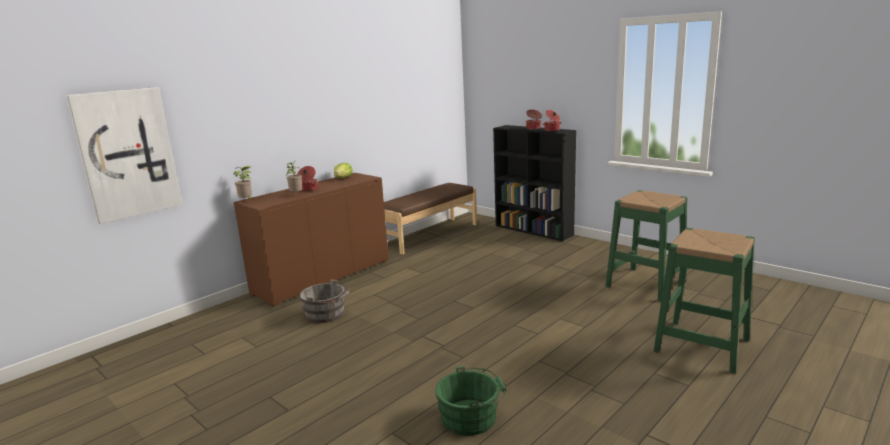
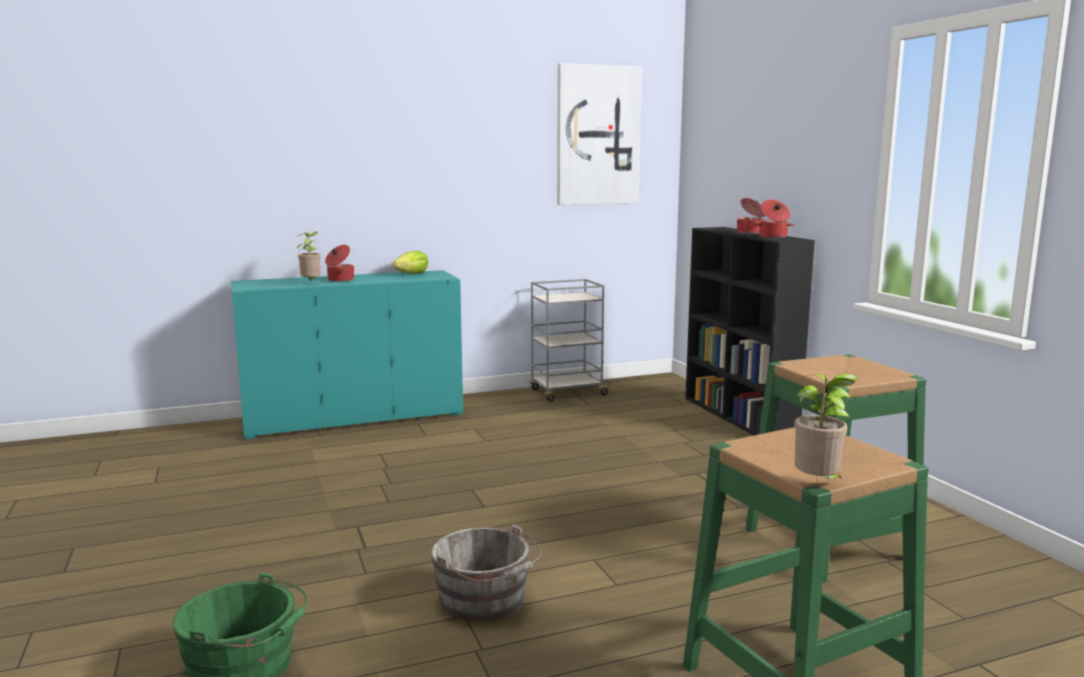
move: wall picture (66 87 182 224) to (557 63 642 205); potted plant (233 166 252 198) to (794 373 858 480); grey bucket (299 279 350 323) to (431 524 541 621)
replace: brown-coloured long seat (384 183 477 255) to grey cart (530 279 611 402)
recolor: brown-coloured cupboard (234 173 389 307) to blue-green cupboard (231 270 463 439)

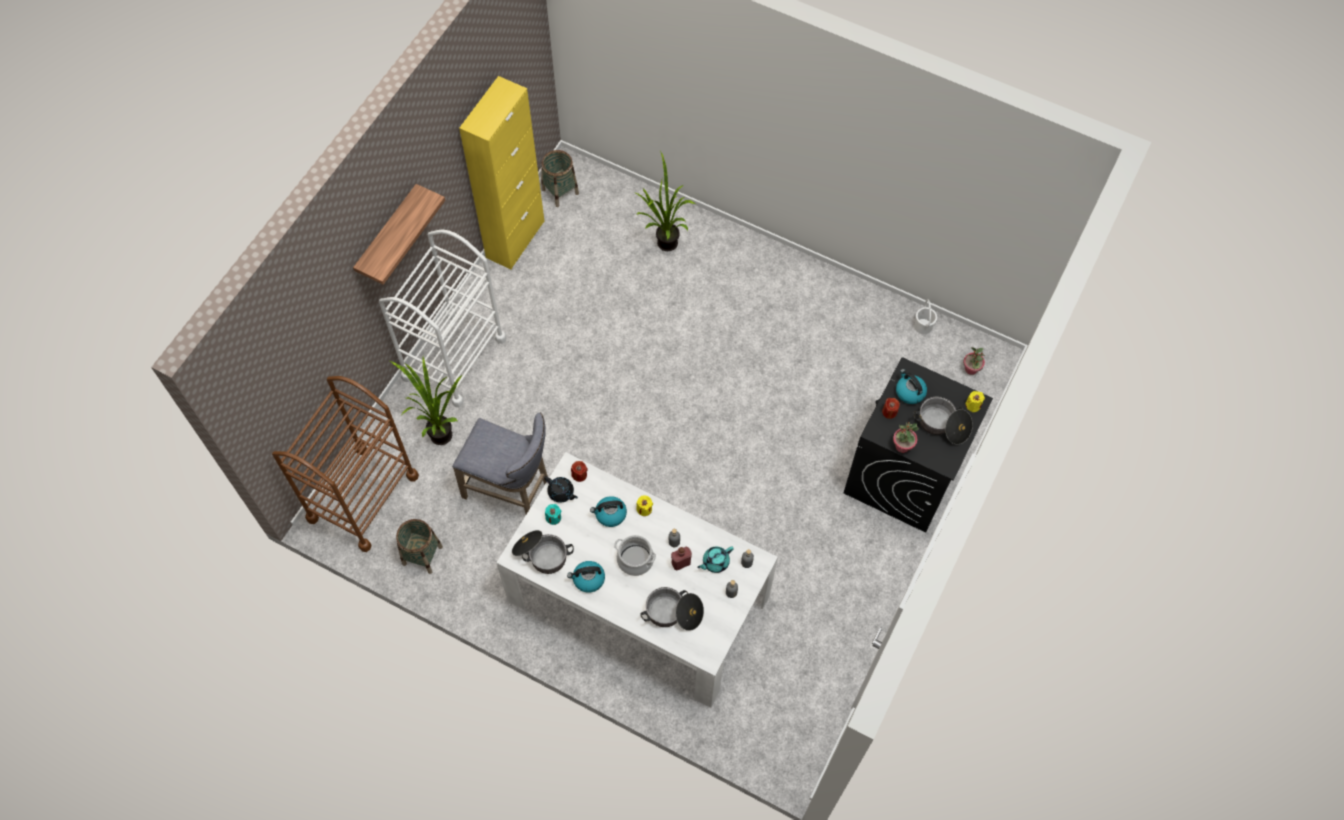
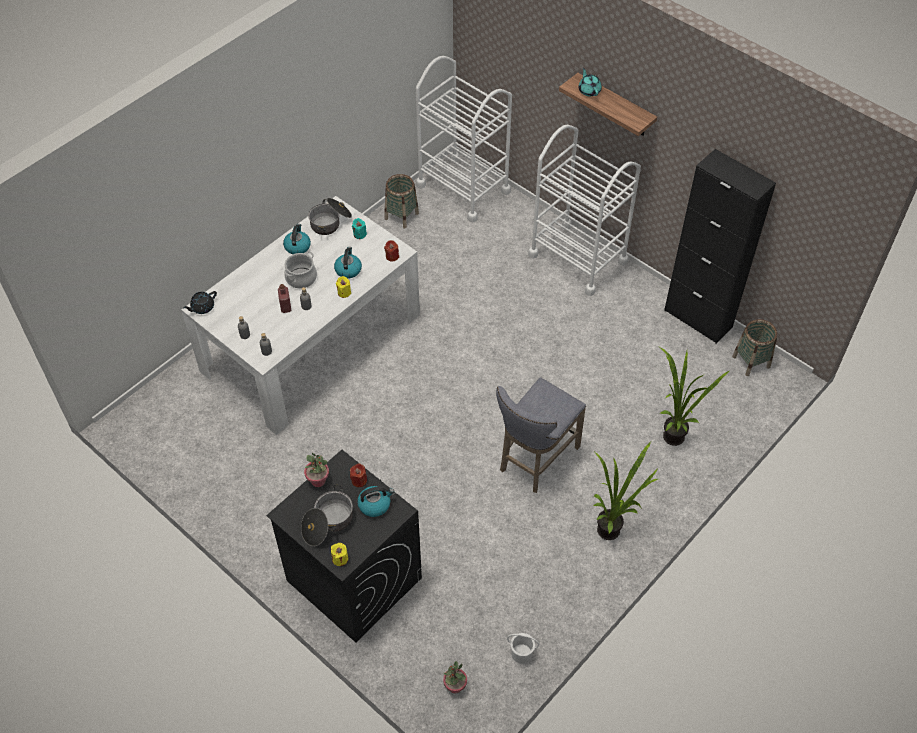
delete: stockpot (641 587 704 631)
move: potted plant (390 357 462 445) to (593 441 659 540); grey stool (452 413 548 514) to (496 378 586 493); black-coloured tea pot (544 476 578 503) to (183 291 217 314); blue-green tea pot (697 546 734 573) to (579 68 602 96)
recolor: yellowish cupboard (459 76 545 269) to black-coloured cupboard (664 149 776 344); brown-coloured cart (272 376 419 552) to whitish cart (416 56 512 223)

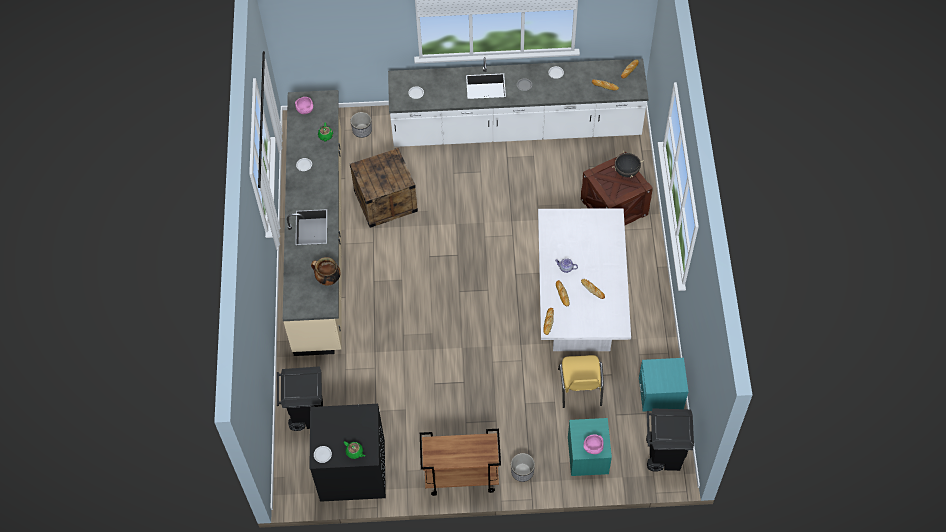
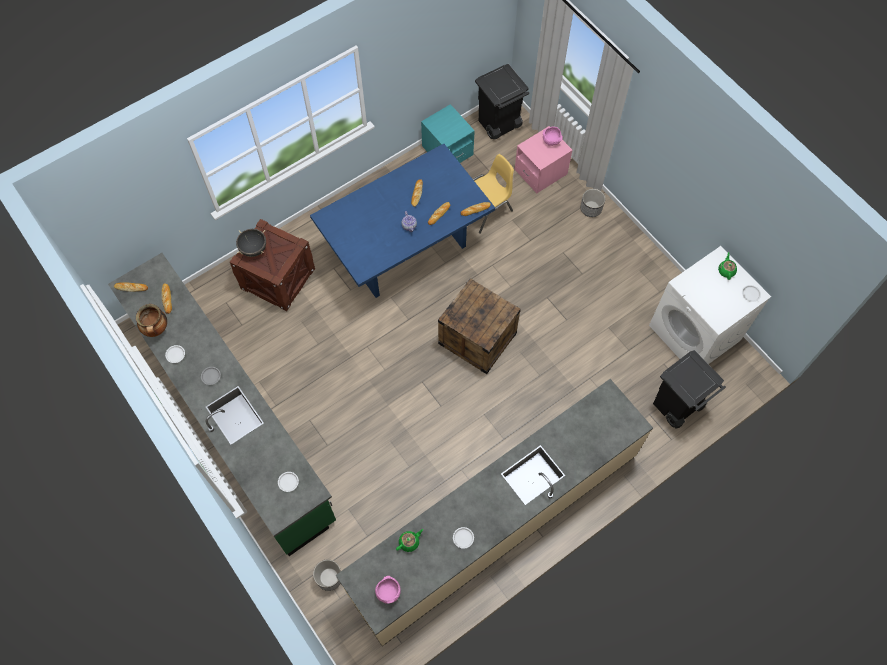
delete: brown-coloured cart (420 429 501 496)
move: shipping crate (350 148 418 228) to (438 278 521 374); stockpot (311 257 340 285) to (136 304 167 337)
recolor: whitish counter (388 57 649 147) to greenish counter (108 253 336 556); whitish kitchen table (538 208 631 351) to blue-coloured kitchen table (310 144 495 298); black-coloured laundry appliance (309 404 386 502) to whitish laundry appliance (649 246 771 364); blue-green bedside table (568 418 612 476) to pink bedside table (515 126 572 194)

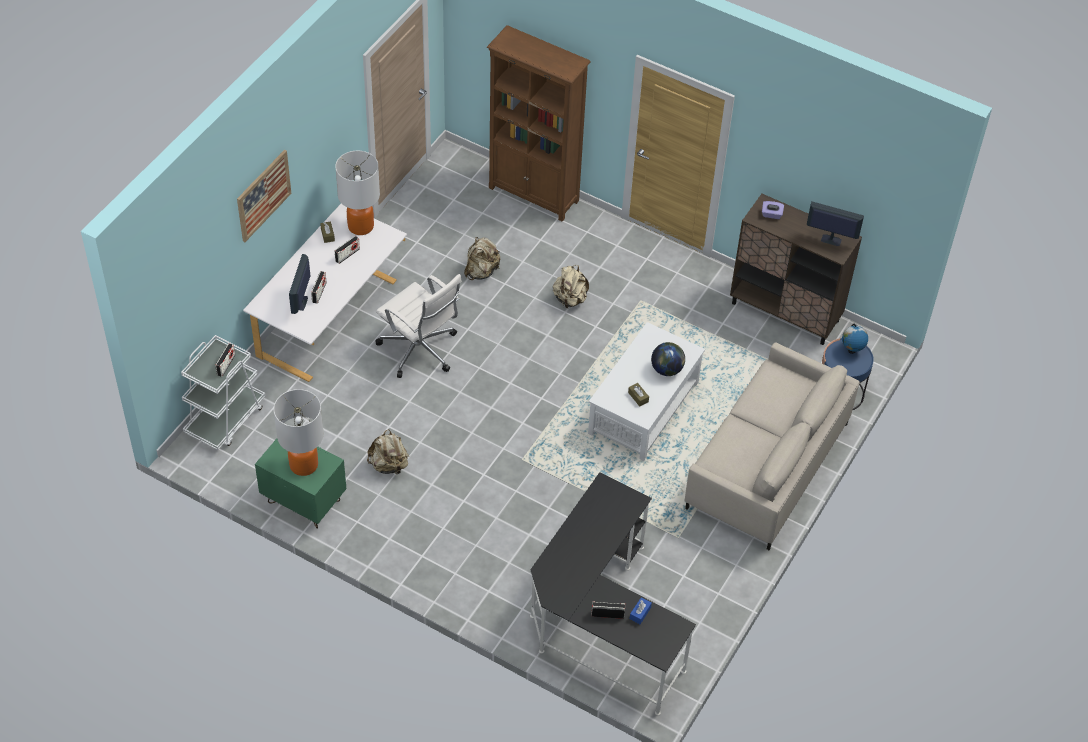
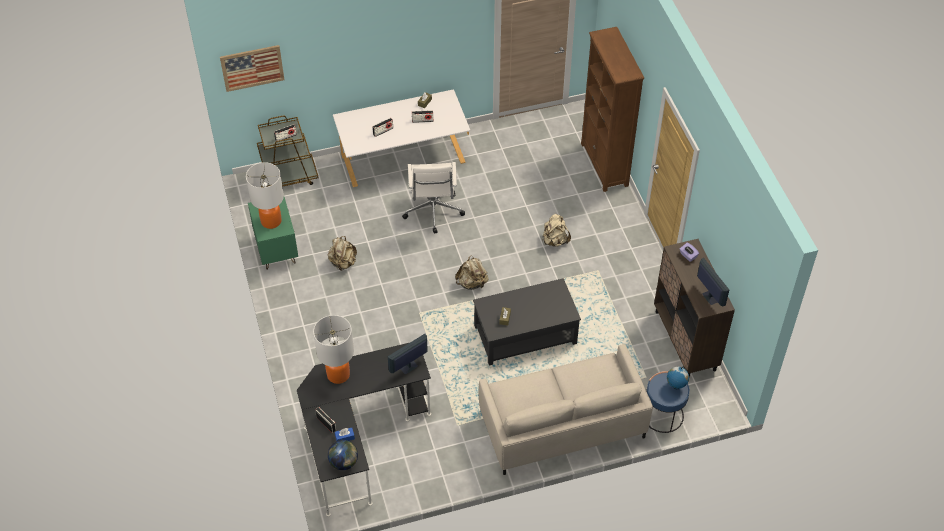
move: wall picture (237 150 291 242) to (220 45 284 92); tabletop lamp (335 151 380 235) to (313 315 354 384); beige-coloured knapsack (464 237 500 280) to (455 255 489 290); computer screen (289 254 310 314) to (388 334 428 374); world globe (651 342 685 376) to (328 440 358 470)
recolor: whitish coffee table (588 322 705 461) to black-coloured coffee table (473 278 581 365); whitish cart (181 335 265 450) to brown-coloured cart (257 115 319 187)

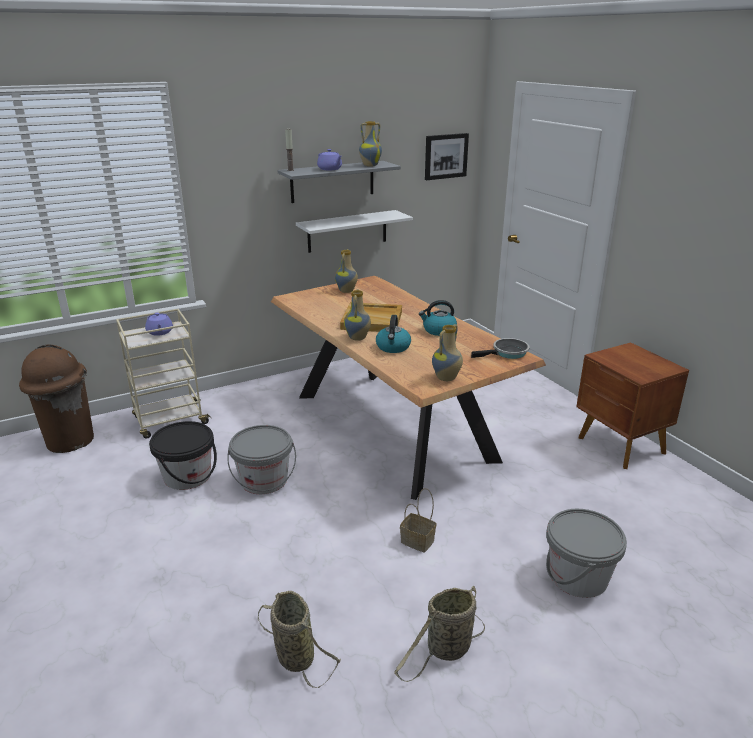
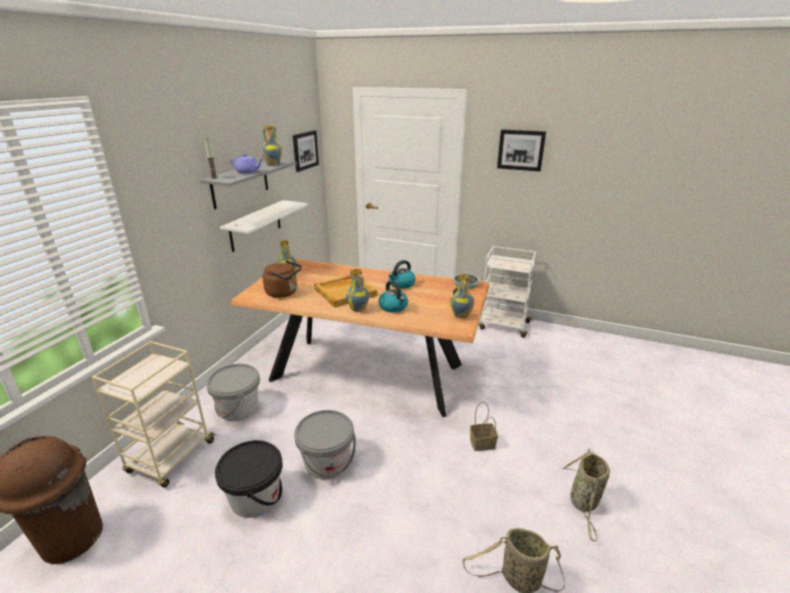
delete: purple tea pot (145 312 173 336)
insert: wall picture (497 129 546 171); brown-coloured water kettle (262 260 302 298)
move: grey bucket (546 509 627 598) to (206 364 260 421)
replace: brown-coloured bedside table (576 342 689 469) to whitish cart (479 246 536 338)

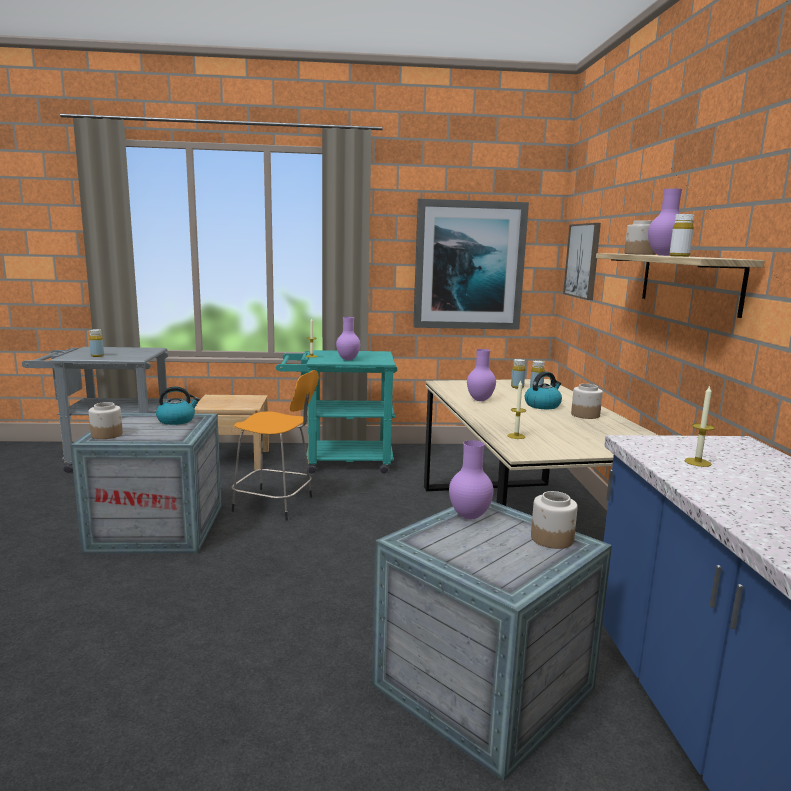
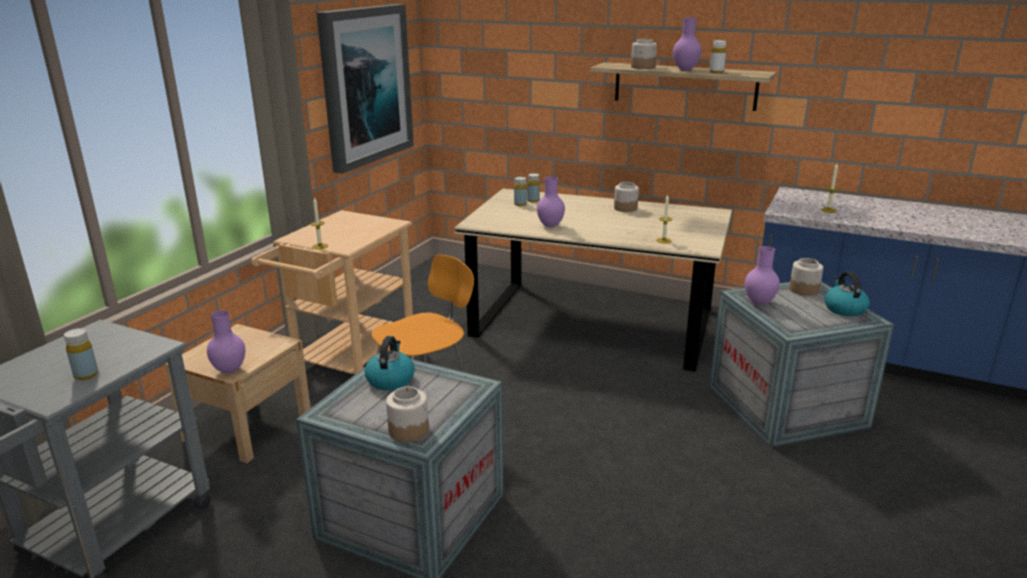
delete: wall picture (563 223 601 300)
move: purple vase (336 317 360 360) to (207 310 245 373); water kettle (525 372 562 409) to (824 272 870 316)
recolor: blue-green cart (276 350 397 474) to beige-coloured cart (251 210 413 374)

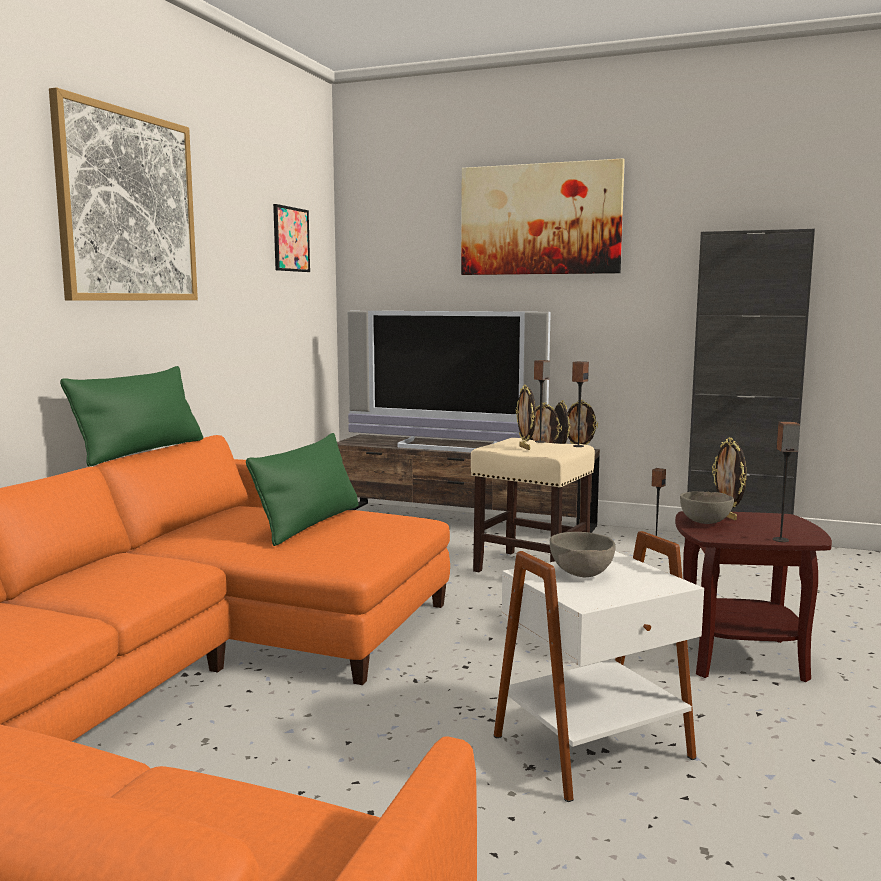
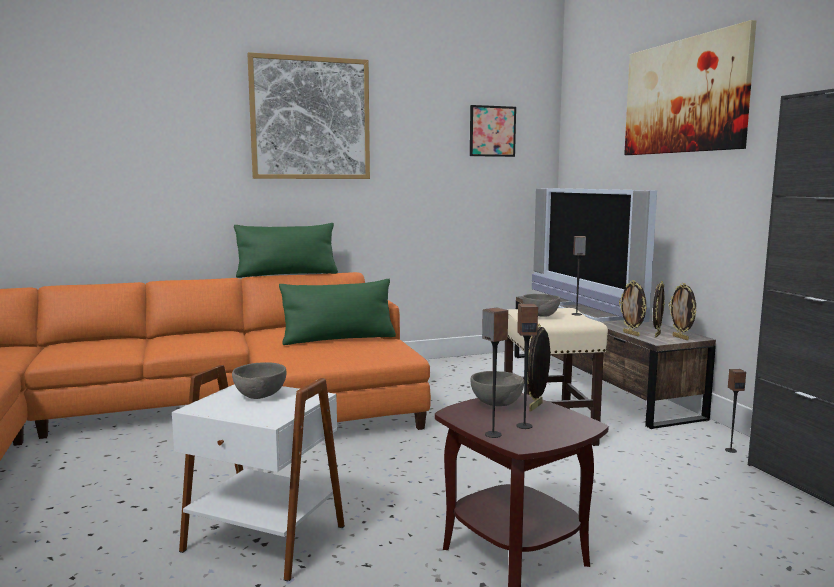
move: loudspeaker (572 361 589 447) to (516 304 538 429)
replace: standing frame (516 385 536 450) to grey serving bowl (522 294 560 317)

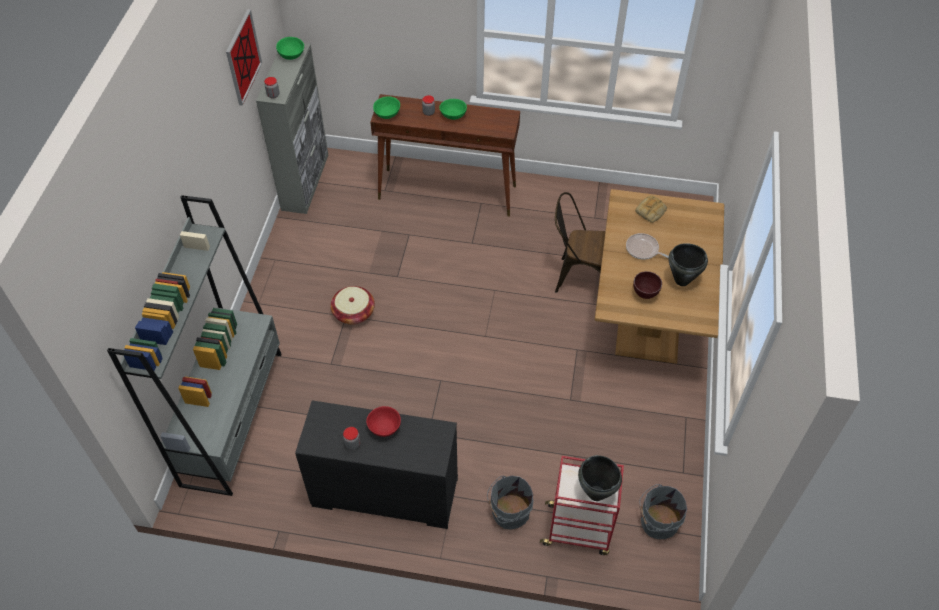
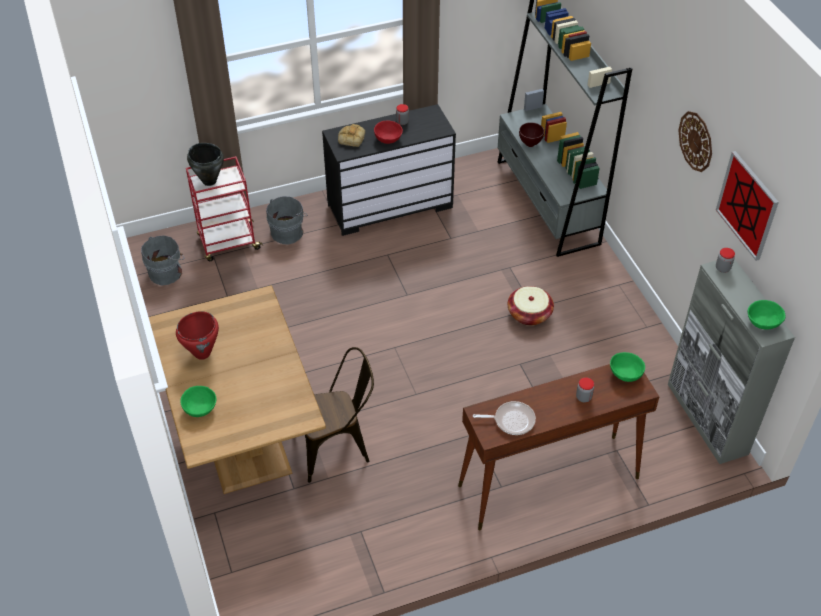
insert: wall clock (678 111 712 172)
move: greenish serving bowl (439 99 467 120) to (180 386 216 417); bread (635 195 667 223) to (338 124 365 147); frying pan (626 233 669 260) to (473 401 536 435); brown-coloured serving bowl (633 271 662 299) to (519 122 544 147)
recolor: black-coloured stockpot (669 243 708 286) to red stockpot (176 311 219 360)

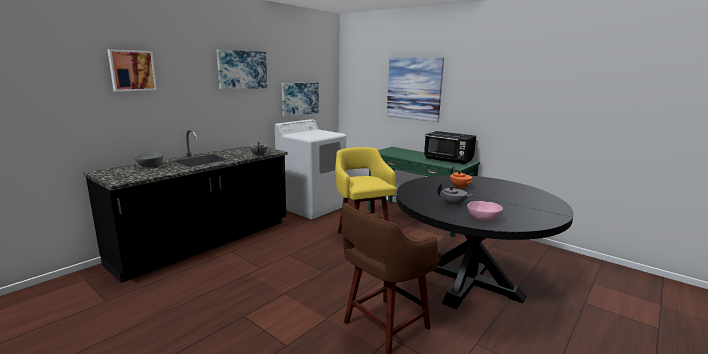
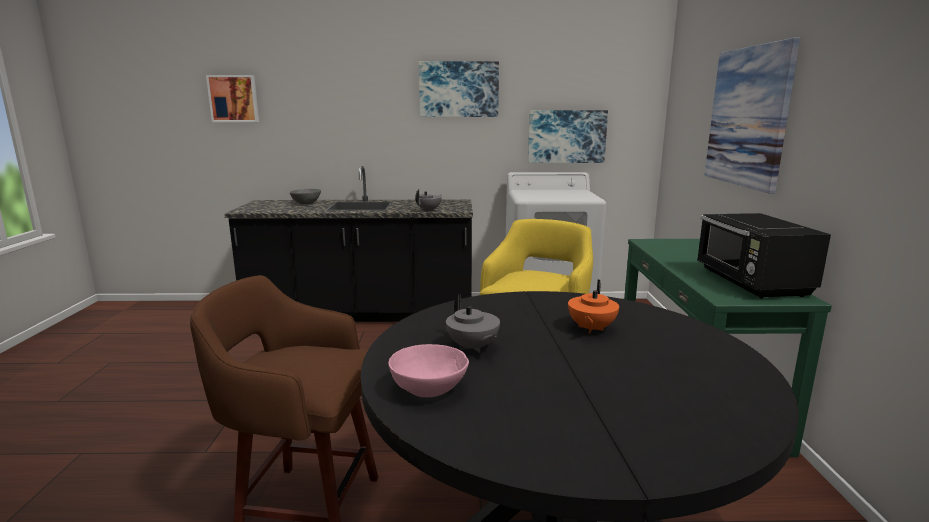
move: wall picture (107 49 157 91) to (206 75 259 122)

